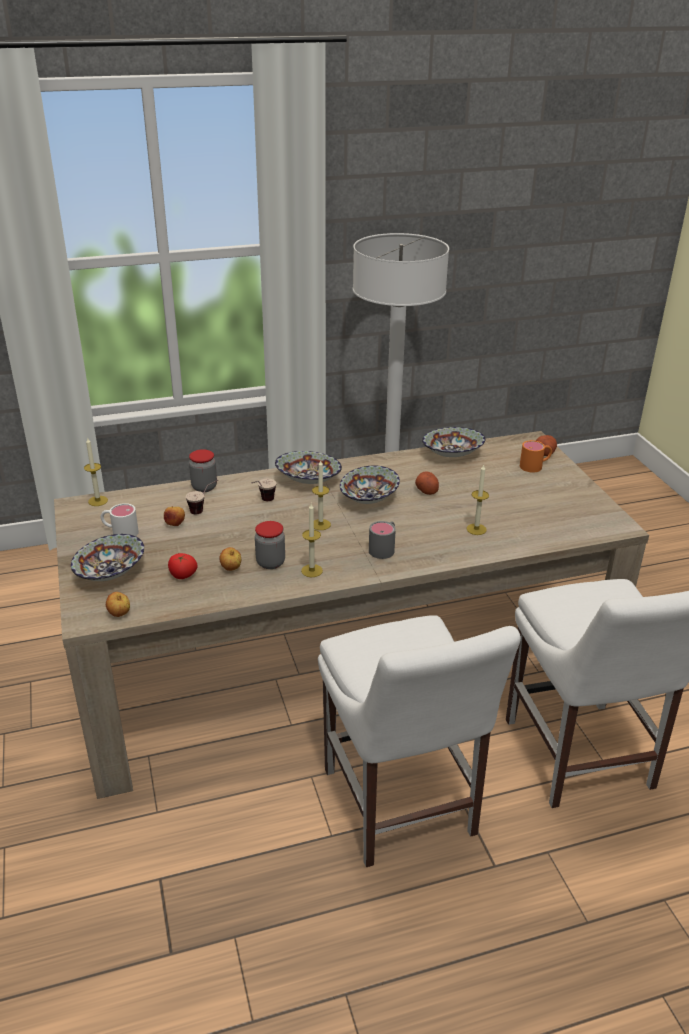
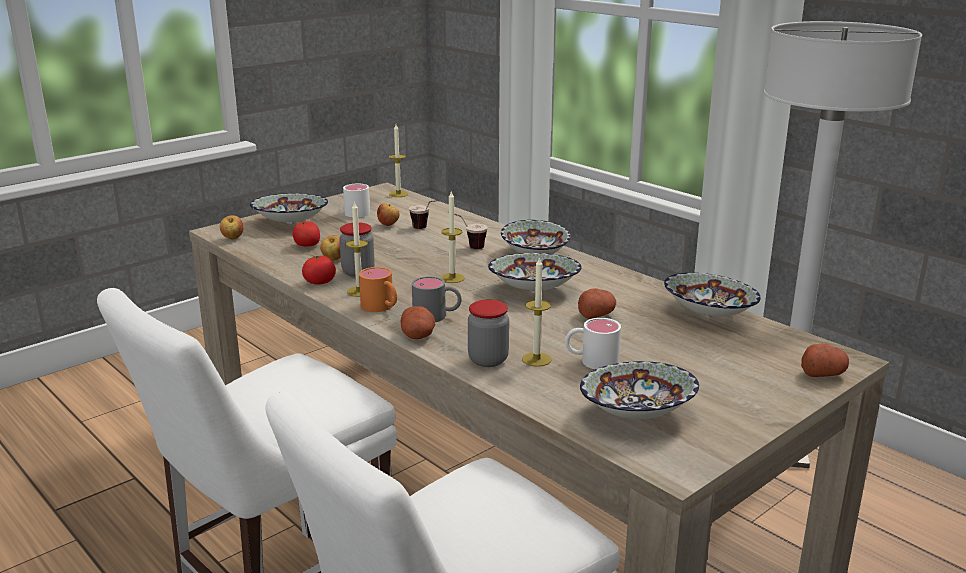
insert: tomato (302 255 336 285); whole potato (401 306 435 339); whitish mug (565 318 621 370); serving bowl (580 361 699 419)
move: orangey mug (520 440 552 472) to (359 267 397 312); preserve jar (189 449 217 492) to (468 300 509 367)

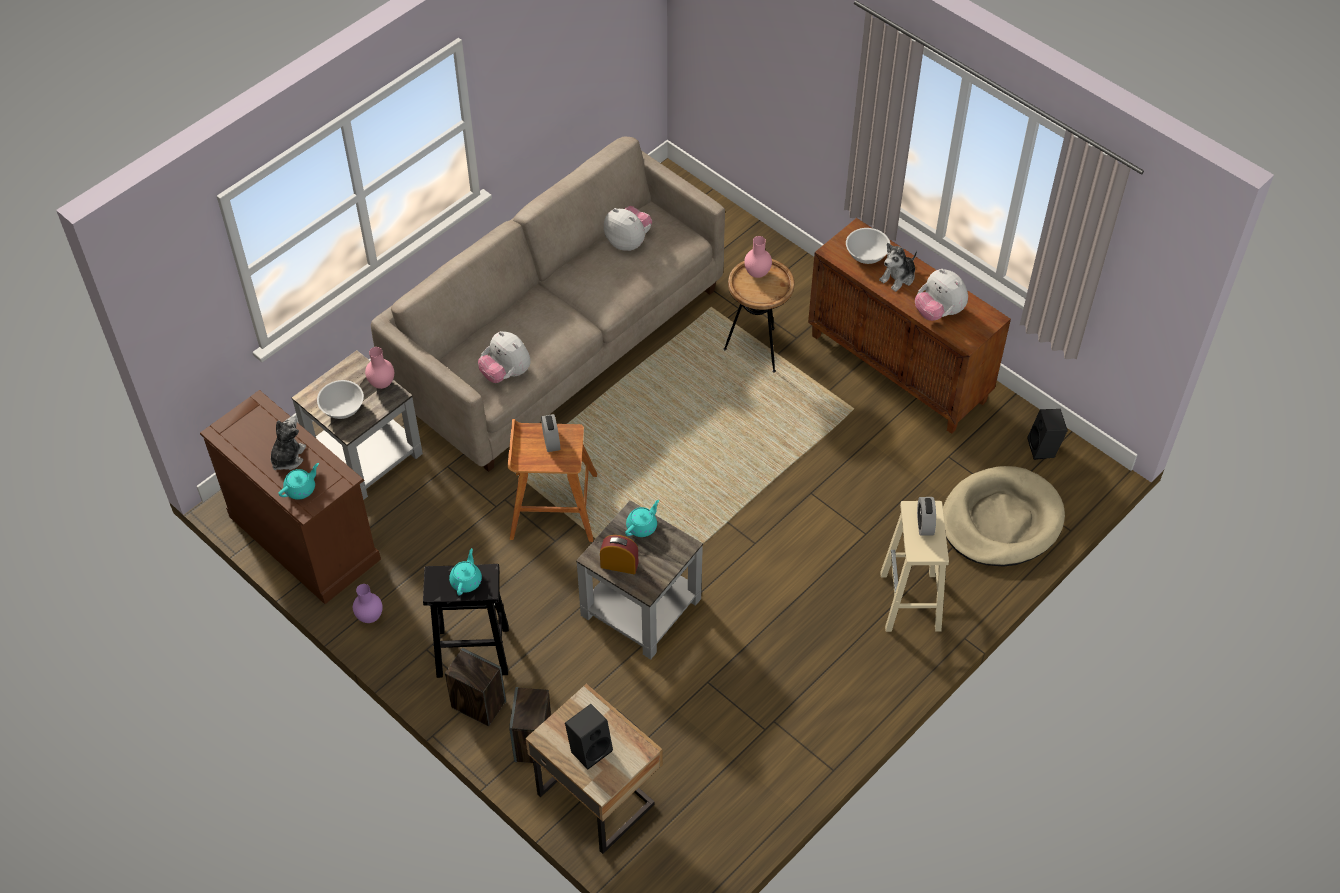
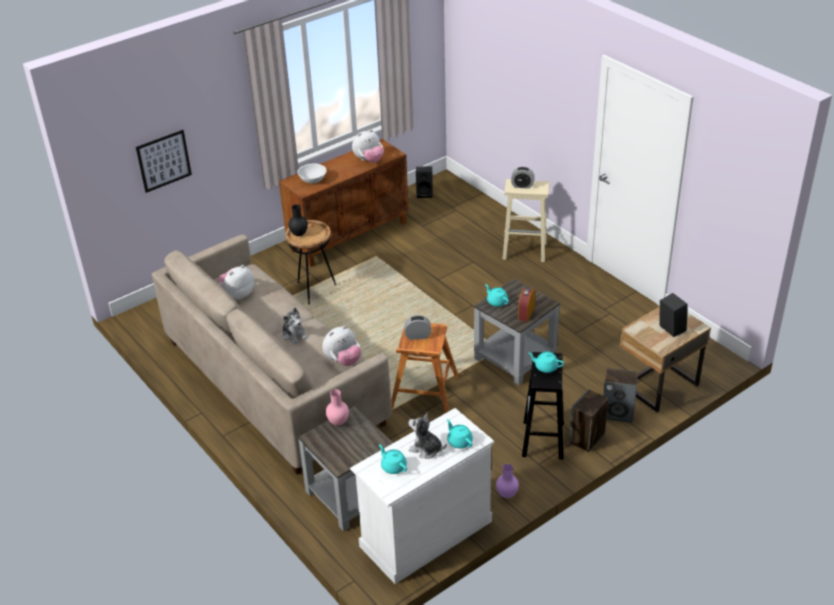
delete: whitish serving bowl (317 380 364 419); beige-coloured dog cushion (943 466 1065 567)
insert: wall picture (136 130 192 193); blue-green tea pot (379 444 407 474)
move: cuddly toy (879 243 917 292) to (283 308 308 345)
recolor: pink vase (744 236 772 278) to black-coloured vase (289 204 308 236); brown-coloured chest of drawers (200 390 381 604) to whitish chest of drawers (350 408 494 584)

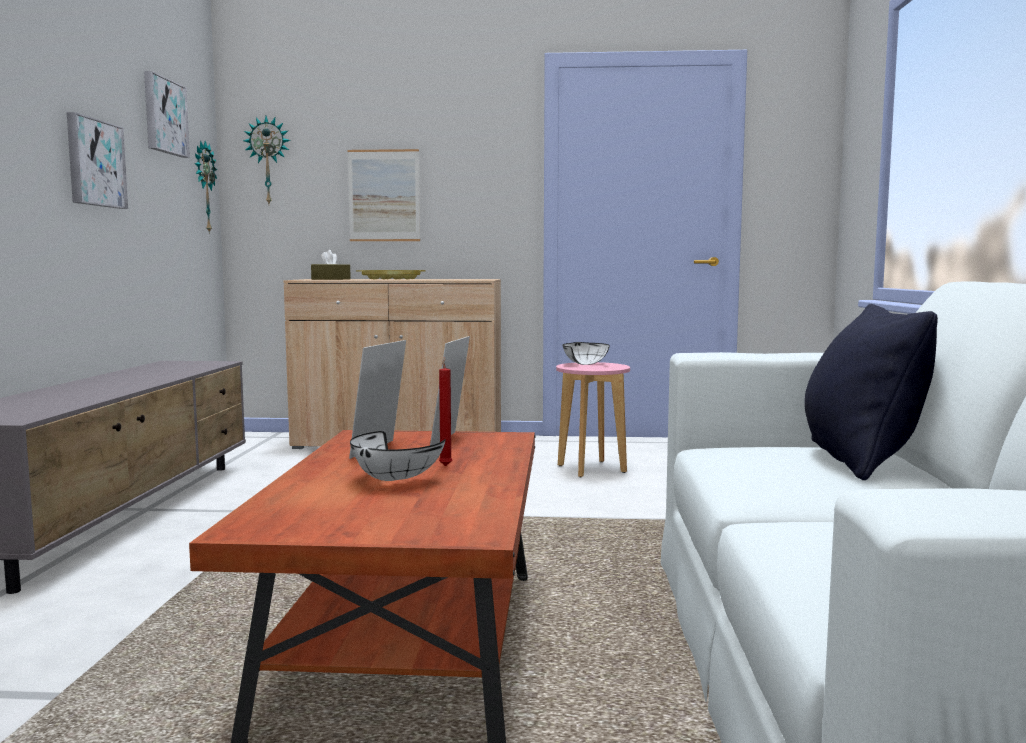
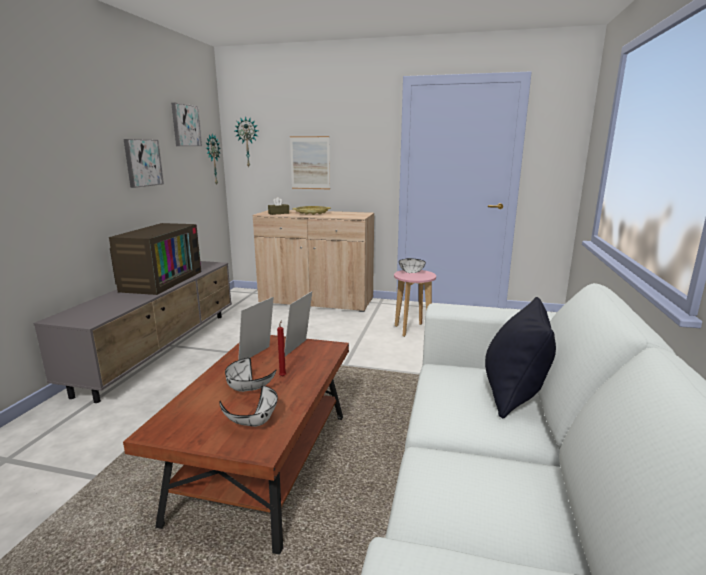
insert: television (109 223 201 295); whitish serving bowl (219 386 278 427)

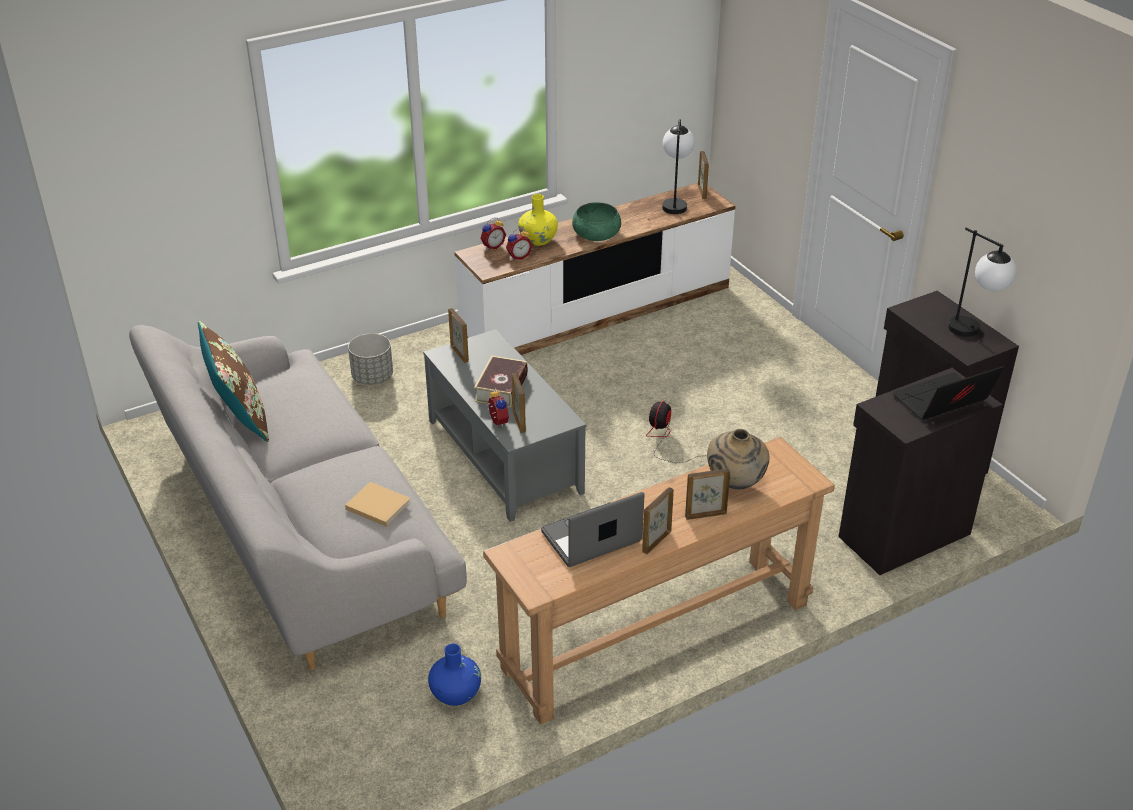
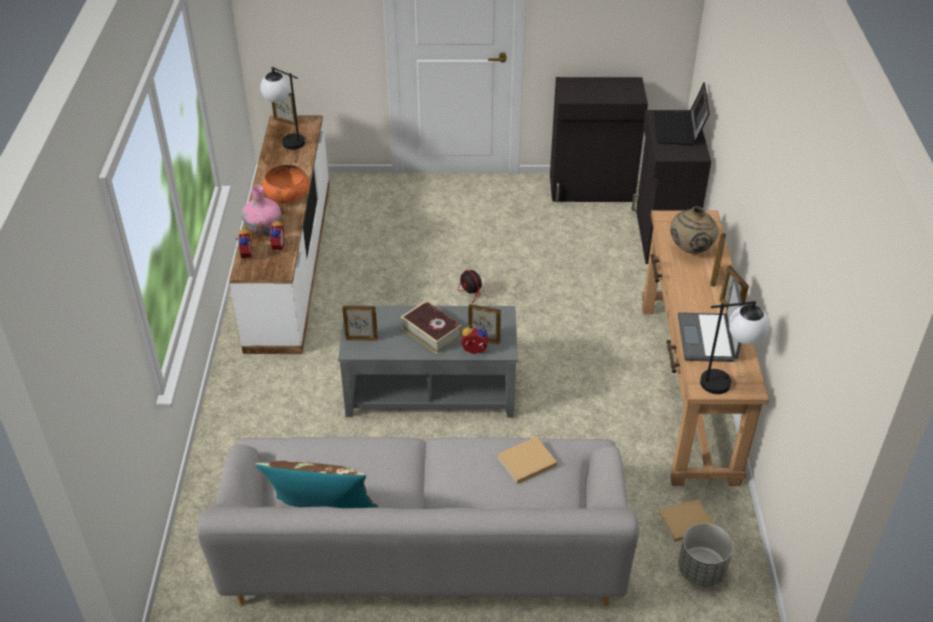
move: tabletop lamp (948 228 1017 337) to (700 301 770 394); grey plant pot (348 333 393 385) to (678 523 733 587)
replace: blue-coloured vase (428 643 481 706) to beige-coloured bound book (658 499 714 542)
recolor: yellowish vase (518 194 558 246) to pink vase (242 185 281 234); greenish serving bowl (572 202 621 241) to orangey serving bowl (262 164 309 204)

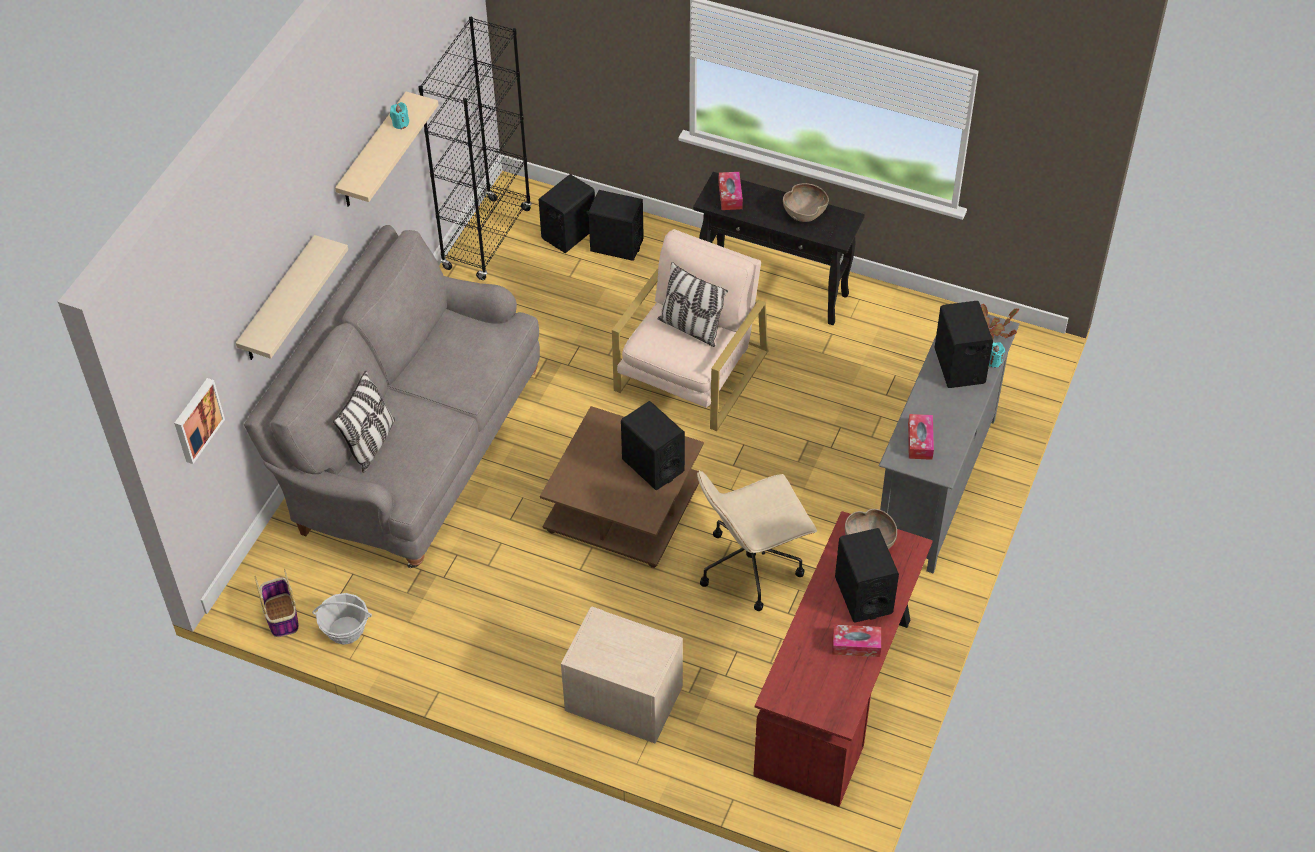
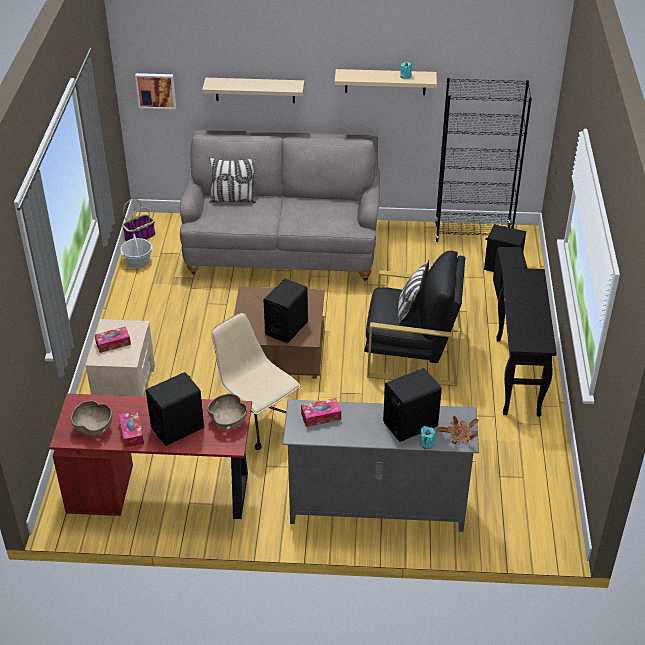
move: box of tissues (718 172 743 210) to (95 327 131 353); brown-coloured serving bowl (783 183 829 222) to (71 401 112 436)
recolor: beige-coloured armchair (612 229 768 431) to black-coloured armchair (364 251 465 387)

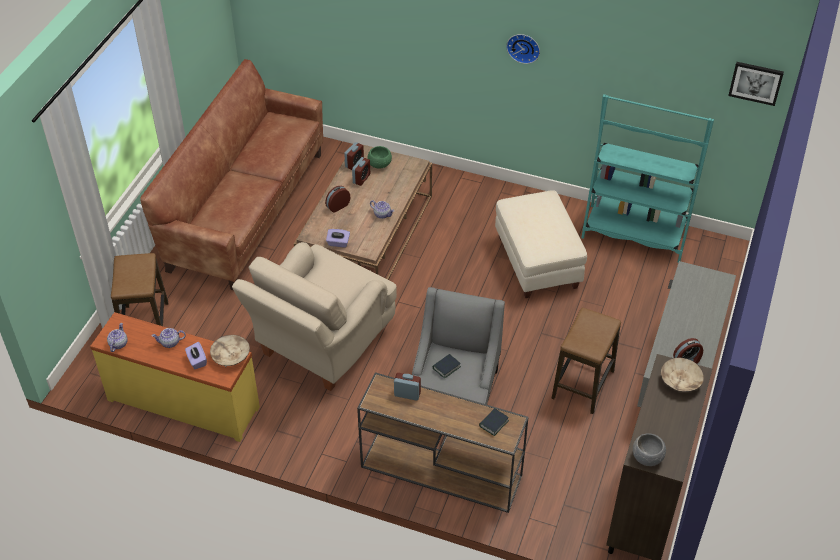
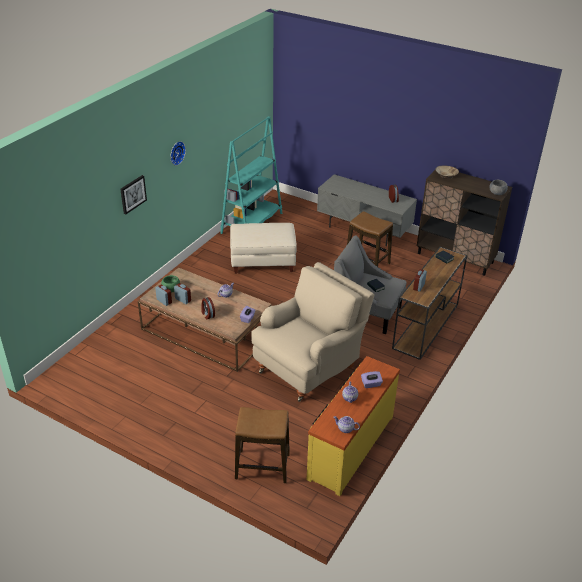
delete: brown-coloured sofa (140 59 323 291); beige-coloured serving bowl (210 335 250 367)
move: wall picture (728 62 784 106) to (120 175 147 214)
rotate: beige-coloured armchair (232 242 397 391) = (251 262 374 402) 90 degrees counterclockwise

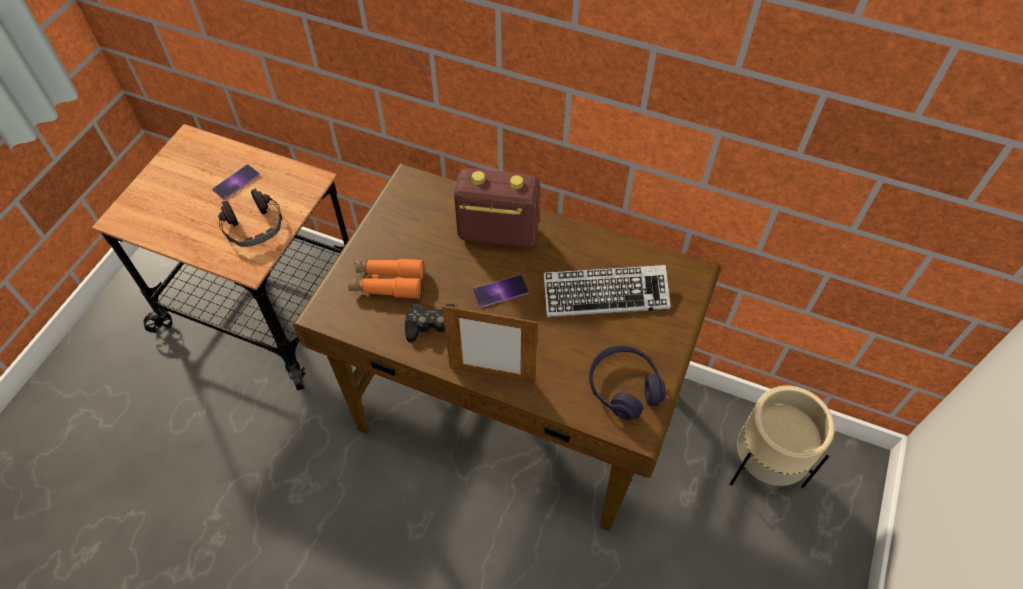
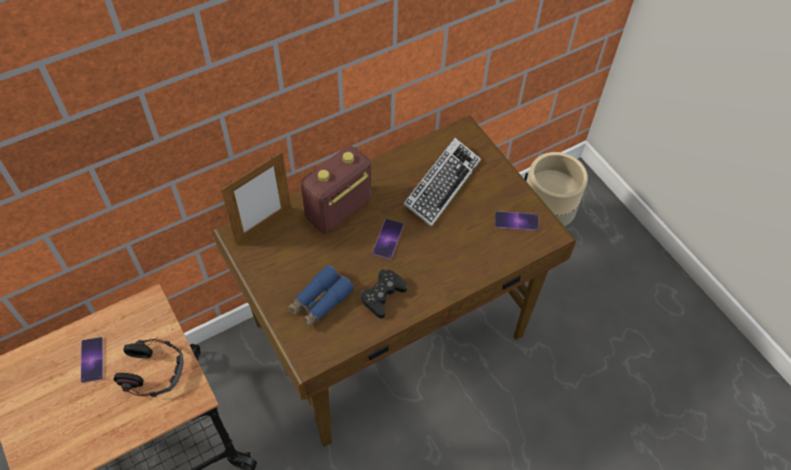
move: standing frame (442 305 538 384) to (221 151 291 246)
replace: purple headset (589 346 665 420) to phone (495 211 539 231)
recolor: orangey binoculars (348 259 424 299) to blue-coloured binoculars (286 265 354 328)

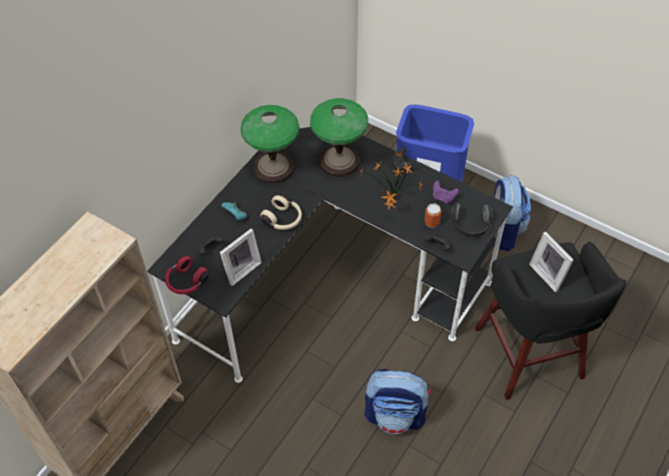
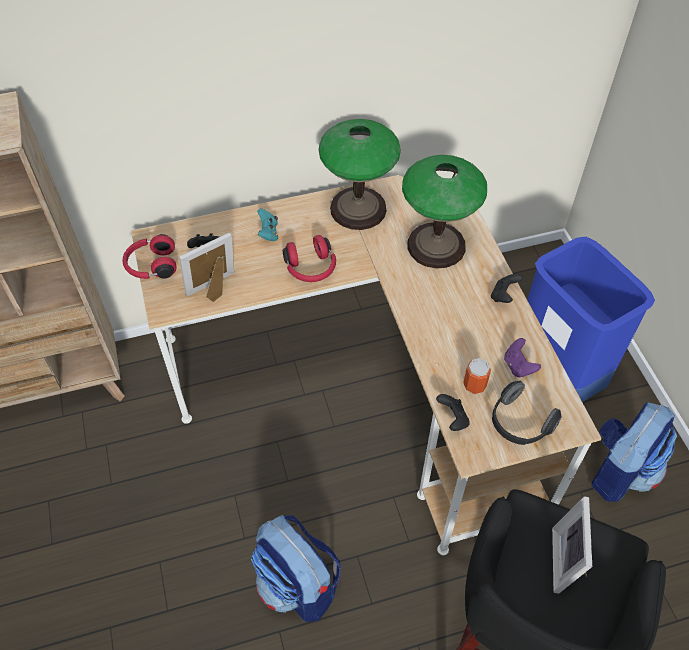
delete: potted plant (360 152 423 209)
recolor: black-coloured desk (147 127 513 383) to beige-coloured desk (131 175 602 555); beige-coloured headset (261 195 302 230) to red headset (283 235 336 282)
rotate: standing frame (220 229 262 286) = (179 233 234 302) 150 degrees clockwise

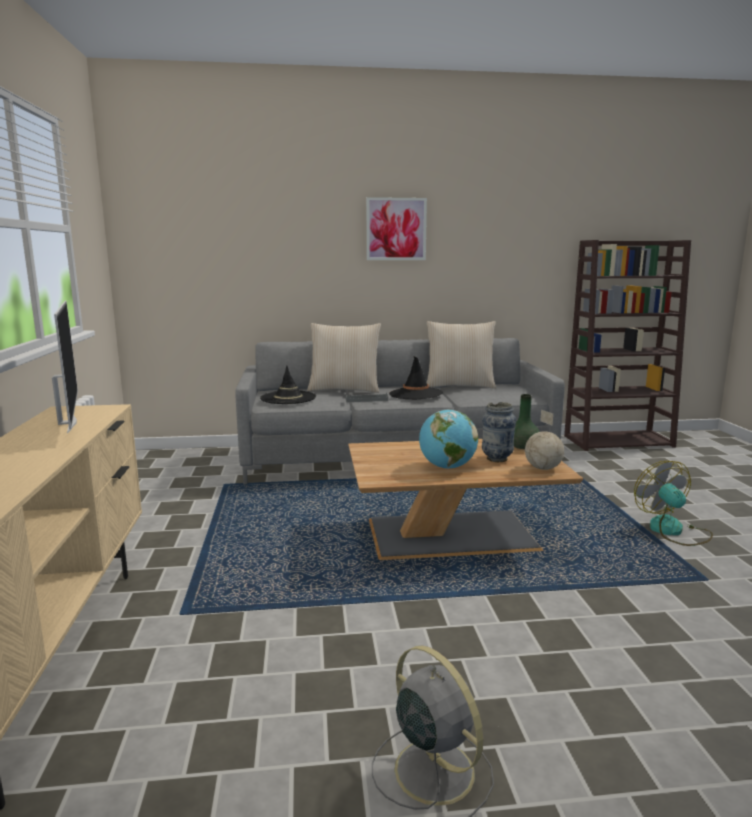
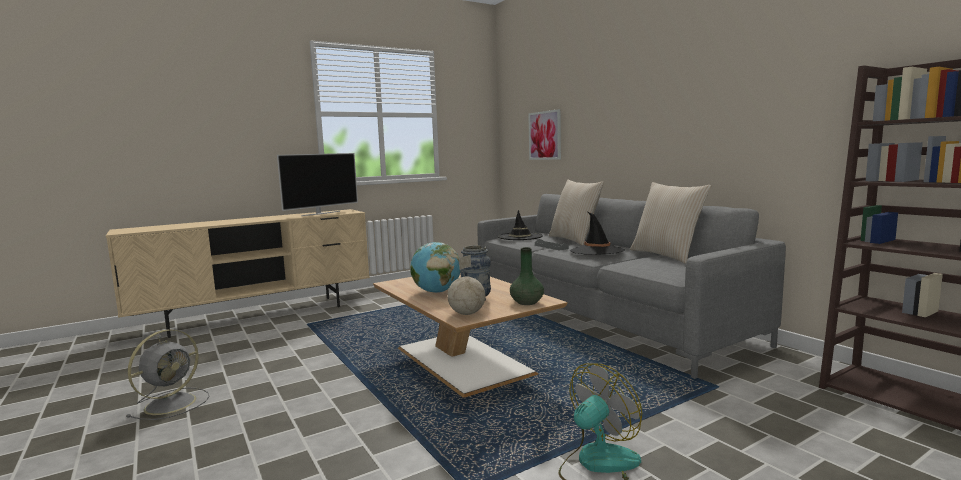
move: wall picture (366 197 427 260) to (528 109 561 160)

